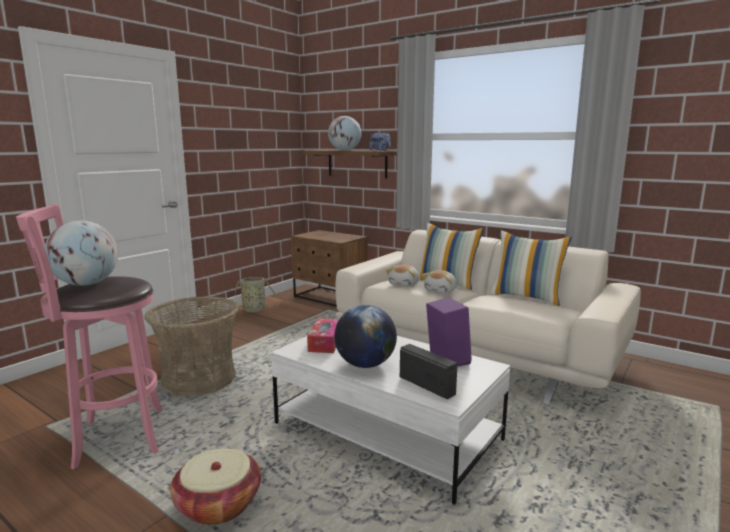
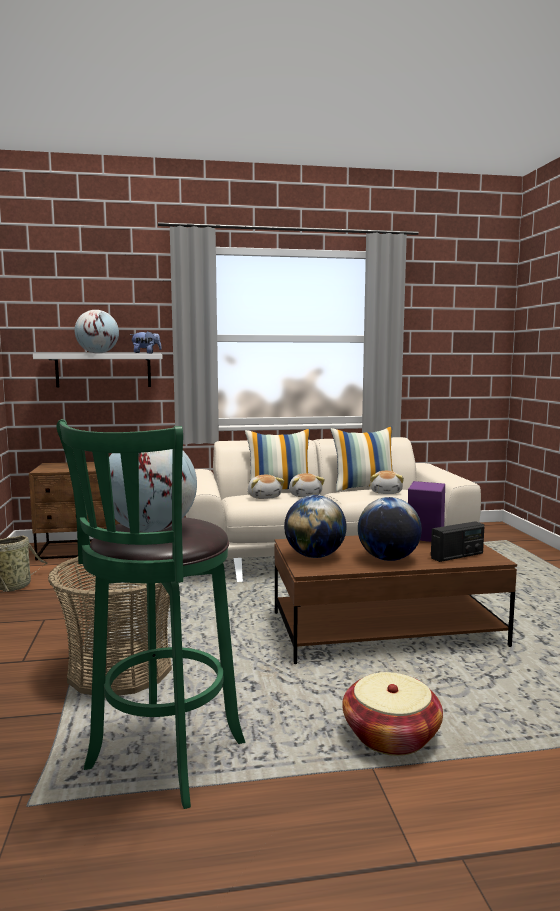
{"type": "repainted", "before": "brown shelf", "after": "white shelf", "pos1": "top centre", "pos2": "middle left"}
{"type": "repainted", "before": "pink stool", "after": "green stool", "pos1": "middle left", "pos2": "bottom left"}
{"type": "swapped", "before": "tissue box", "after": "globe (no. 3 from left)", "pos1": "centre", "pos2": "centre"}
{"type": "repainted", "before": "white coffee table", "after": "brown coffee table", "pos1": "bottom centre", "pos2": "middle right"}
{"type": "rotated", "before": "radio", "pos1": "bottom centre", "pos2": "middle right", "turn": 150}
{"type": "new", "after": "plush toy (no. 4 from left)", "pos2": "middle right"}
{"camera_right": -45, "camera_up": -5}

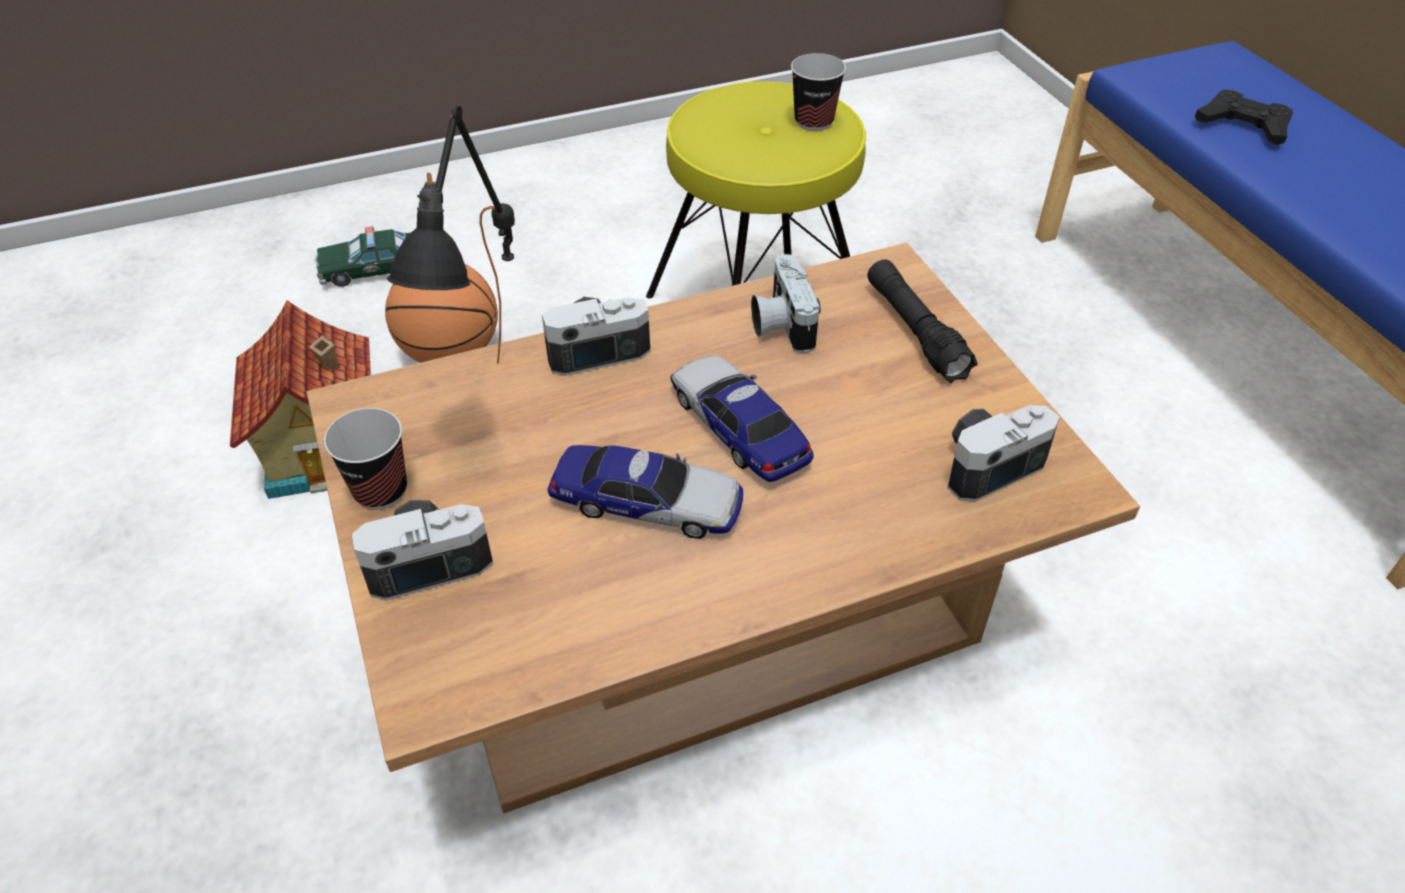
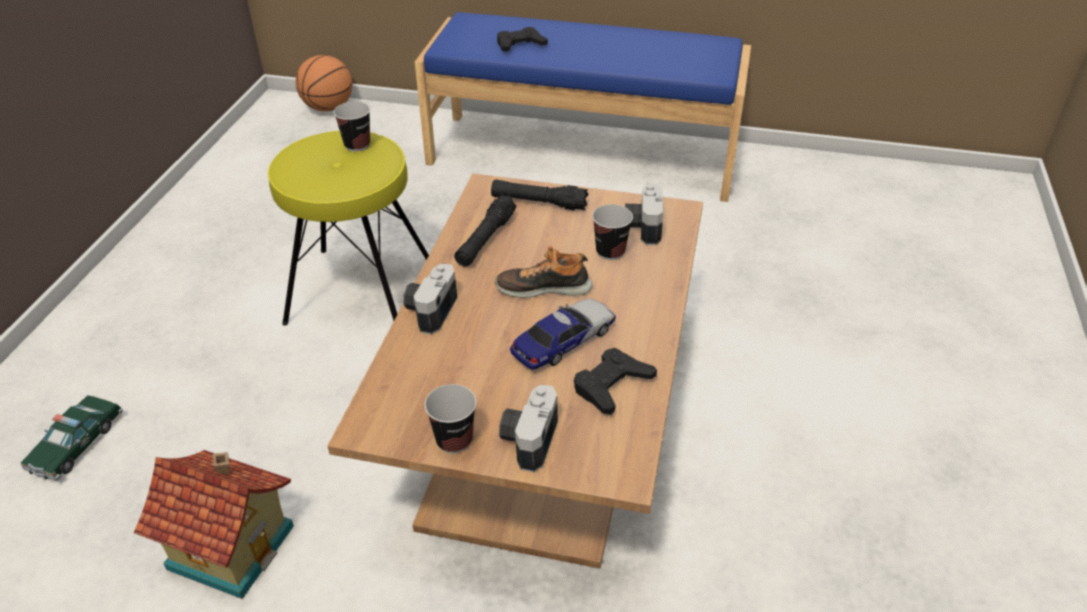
{"type": "gone", "before": "black table lamp", "pos1": "top left"}
{"type": "swapped", "before": "photo camera (no. 3 from left)", "after": "black flashlight (no. 1 from left)", "pos1": "centre", "pos2": "centre"}
{"type": "shifted", "before": "basketball", "pos1": "middle left", "pos2": "top left"}
{"type": "swapped", "before": "toy car (no. 3 from left)", "after": "shoe", "pos1": "centre", "pos2": "centre"}
{"type": "new", "after": "cup (no. 3 from left)", "pos2": "centre"}
{"type": "new", "after": "black game controller (no. 2 from left)", "pos2": "centre"}
{"camera_right": -55, "camera_up": -5}

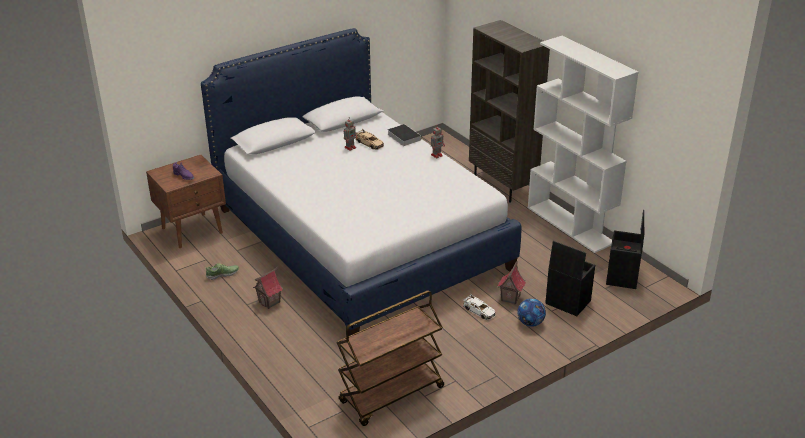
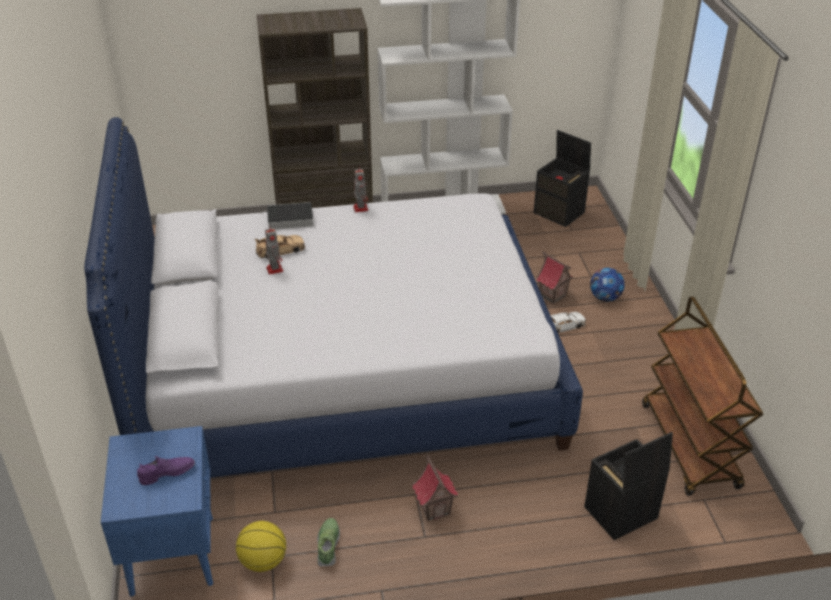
{"type": "repainted", "before": "brown nightstand", "after": "blue nightstand", "pos1": "middle left", "pos2": "bottom left"}
{"type": "shifted", "before": "black storage box (no. 1 from left in the first image)", "after": "black storage box (no. 2 from left)", "pos1": "middle right", "pos2": "bottom right"}
{"type": "new", "after": "basketball", "pos2": "bottom left"}
{"camera_right": -65, "camera_up": 5}

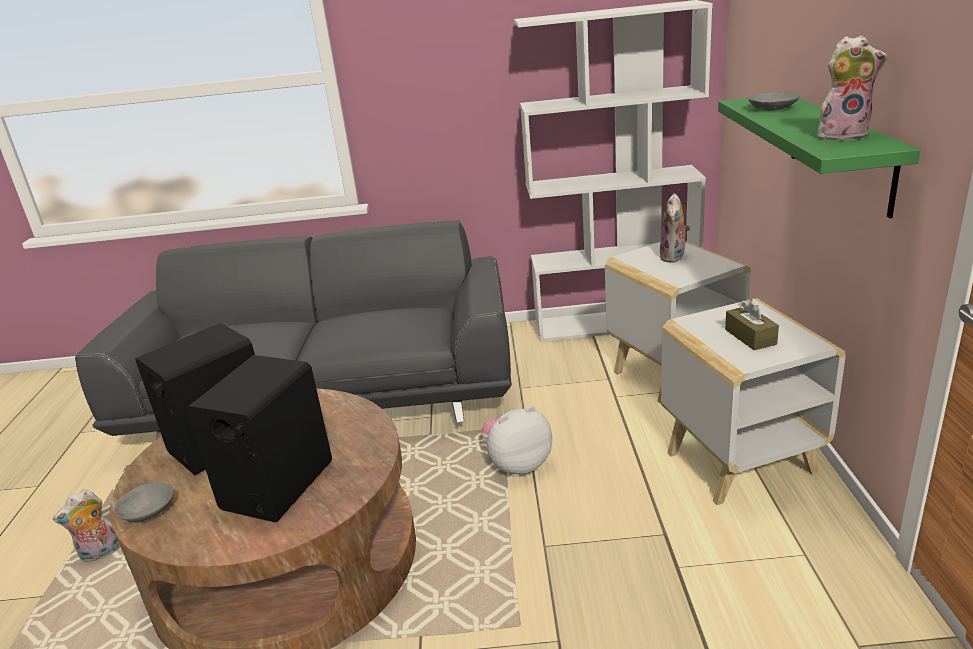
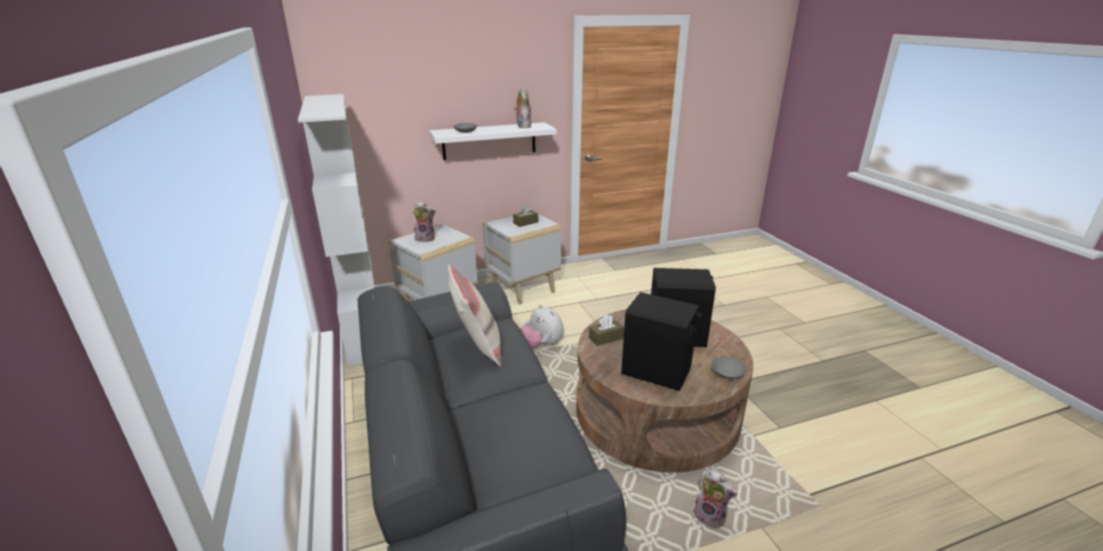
{"type": "repainted", "before": "green shelf", "after": "white shelf", "pos1": "top right", "pos2": "top centre"}
{"type": "new", "after": "beige pillow", "pos2": "centre"}
{"type": "new", "after": "brown tissue box (no. 2 from left)", "pos2": "centre"}
{"camera_right": -110, "camera_up": 0}

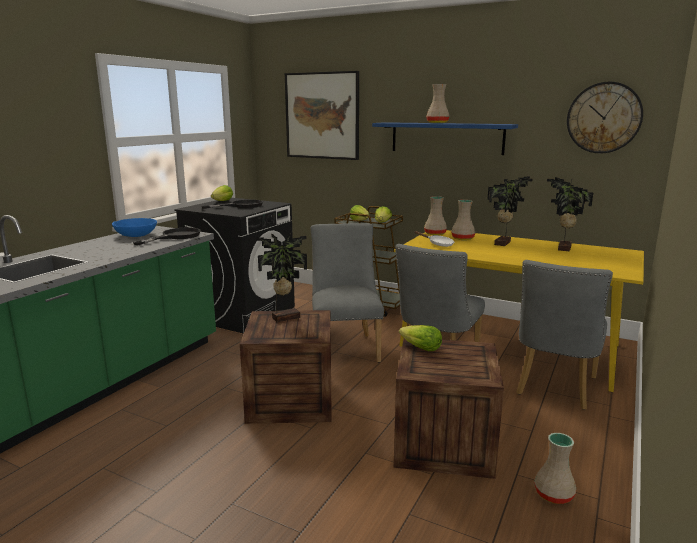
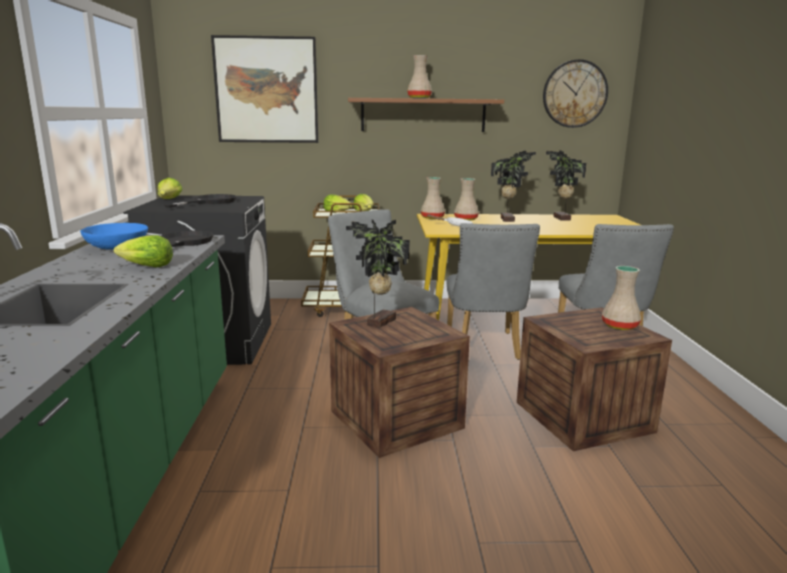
{"type": "repainted", "before": "blue shelf", "after": "brown shelf", "pos1": "top centre", "pos2": "top centre"}
{"type": "shifted", "before": "lettuce (no. 4 from left in the first image)", "after": "lettuce (no. 1 from left)", "pos1": "centre", "pos2": "middle left"}
{"type": "shifted", "before": "beige vase (no. 4 from left)", "pos1": "bottom right", "pos2": "middle right"}
{"camera_right": -30, "camera_up": 0}

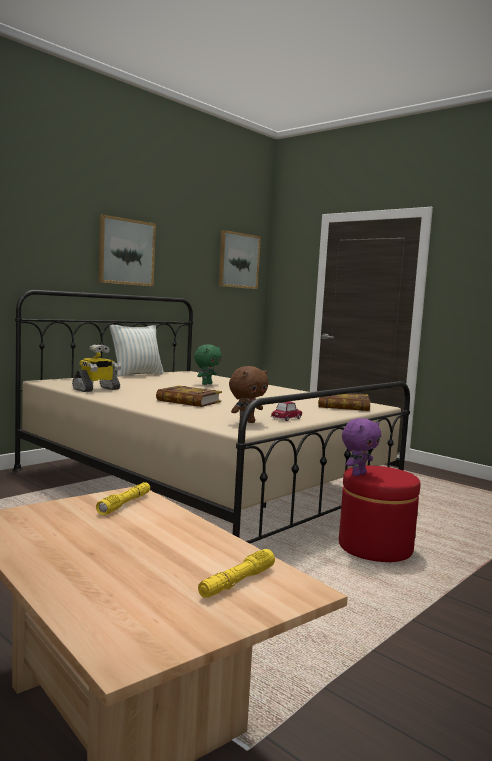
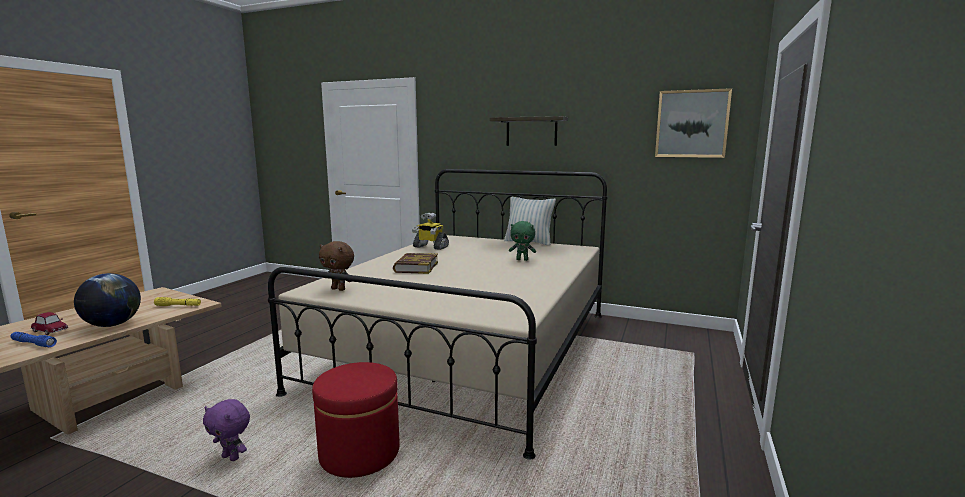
{"type": "swapped", "before": "picture (no. 1 from left)", "after": "shelf", "pos1": "top left", "pos2": "top centre"}
{"type": "gone", "before": "book (no. 2 from left)", "pos1": "middle right"}
{"type": "shifted", "before": "toy car", "pos1": "centre", "pos2": "middle left"}
{"type": "shifted", "before": "purple plush toy", "pos1": "middle right", "pos2": "bottom left"}
{"type": "repainted", "before": "yellow flashlight (no. 2 from left)", "after": "blue flashlight", "pos1": "bottom centre", "pos2": "bottom left"}
{"type": "new", "after": "globe", "pos2": "middle left"}
{"camera_right": 70, "camera_up": 5}

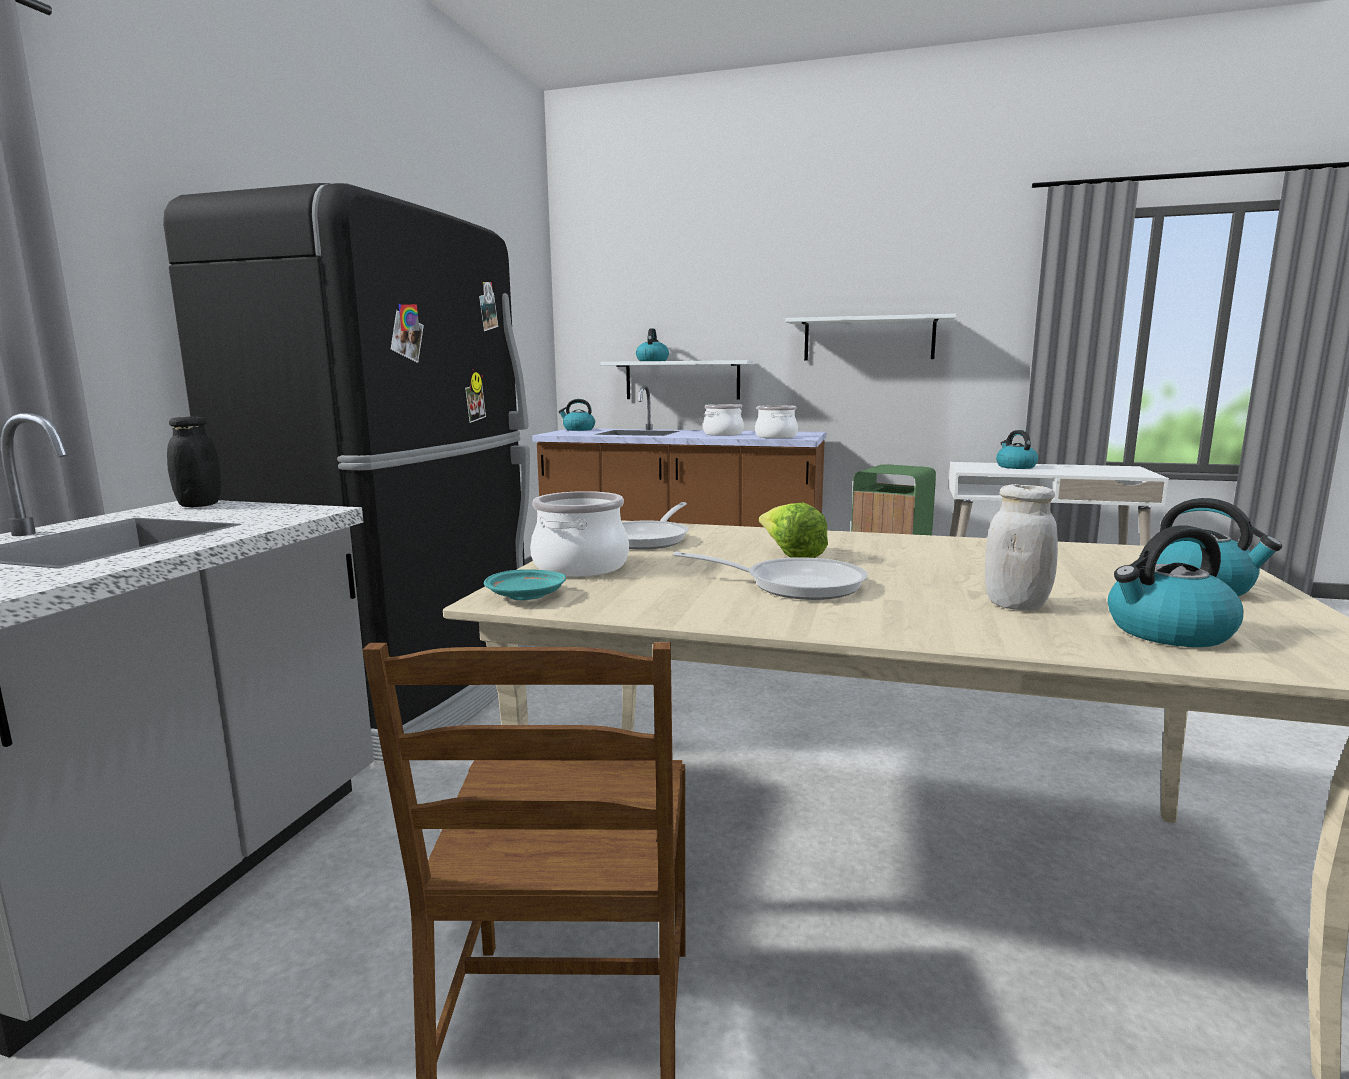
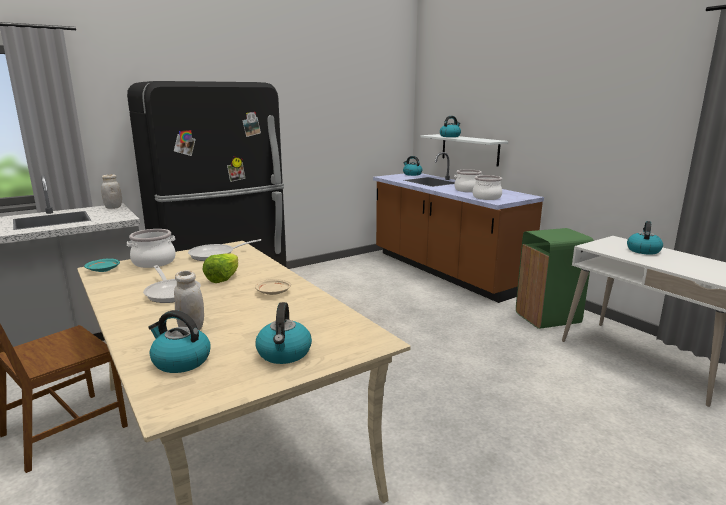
{"type": "gone", "before": "white shelf (no. 2 from left)", "pos1": "top centre"}
{"type": "repainted", "before": "black jar", "after": "white jar (no. 1 from left)", "pos1": "middle left", "pos2": "middle left"}
{"type": "new", "after": "beige plate", "pos2": "centre"}
{"camera_right": 40, "camera_up": 5}

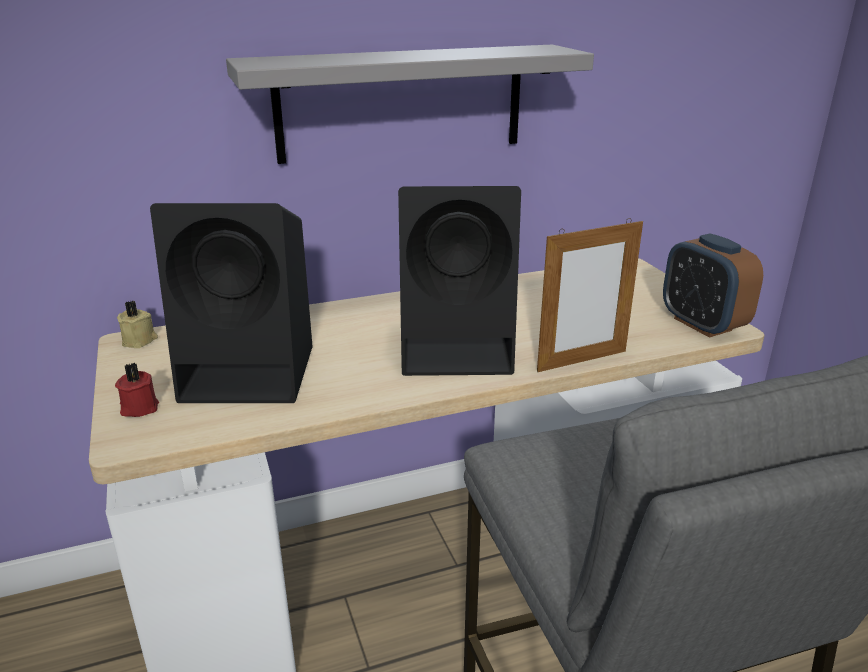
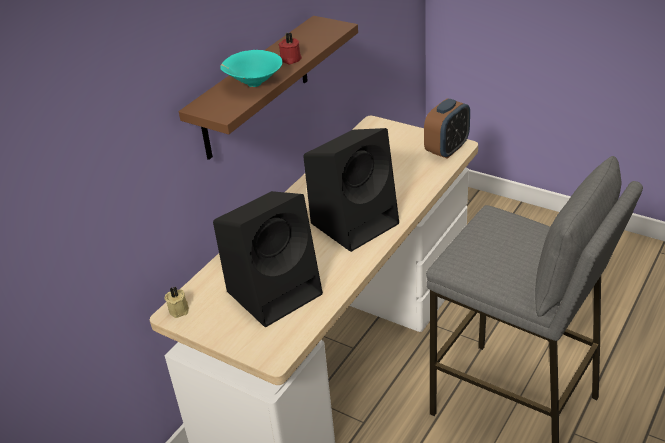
{"type": "repainted", "before": "grey shelf", "after": "brown shelf", "pos1": "top centre", "pos2": "top centre"}
{"type": "gone", "before": "picture frame", "pos1": "middle right"}
{"type": "rotated", "before": "alarm clock", "pos1": "middle right", "pos2": "top right", "turn": -75}
{"type": "shifted", "before": "red candle", "pos1": "middle left", "pos2": "top centre"}
{"type": "new", "after": "turquoise bowl", "pos2": "top centre"}
{"camera_right": -35, "camera_up": 10}

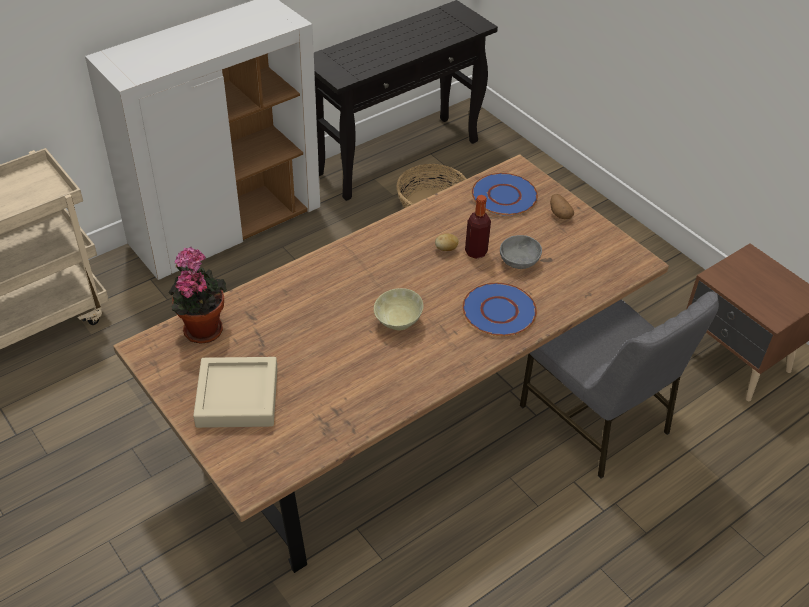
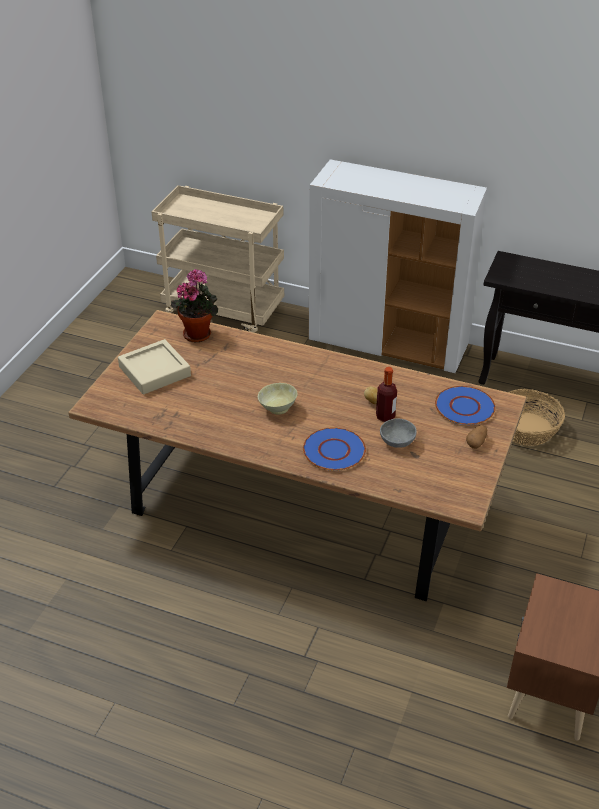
{"type": "gone", "before": "grey chair", "pos1": "middle right"}
{"camera_right": 60, "camera_up": -5}

